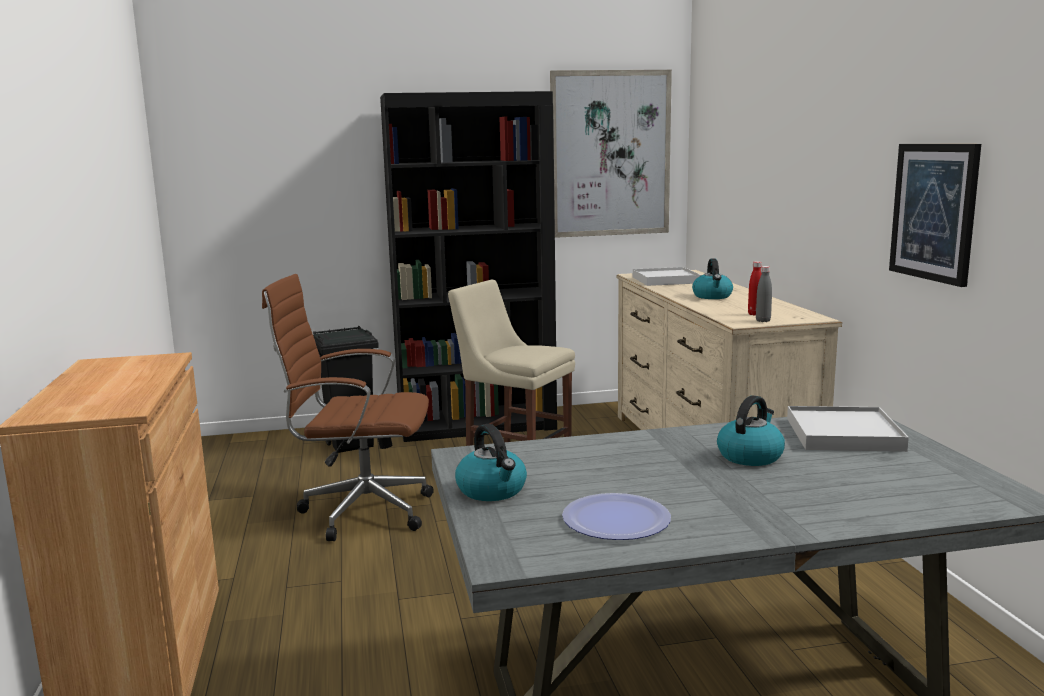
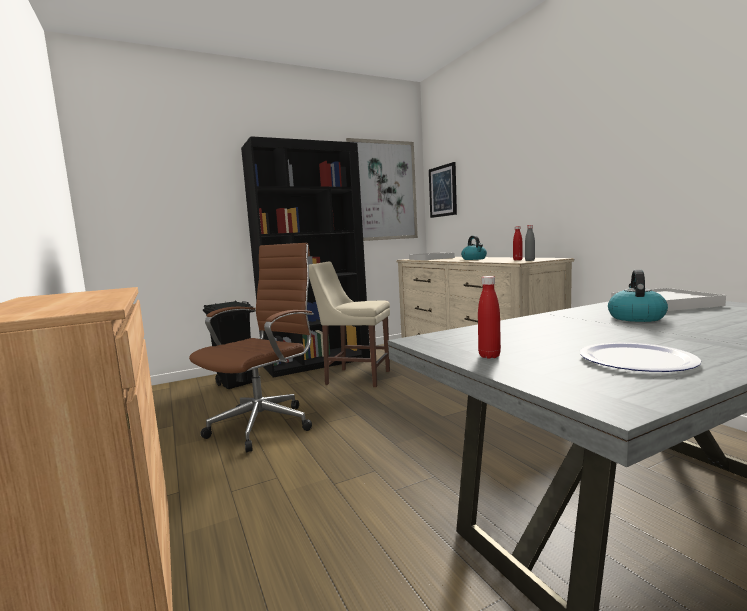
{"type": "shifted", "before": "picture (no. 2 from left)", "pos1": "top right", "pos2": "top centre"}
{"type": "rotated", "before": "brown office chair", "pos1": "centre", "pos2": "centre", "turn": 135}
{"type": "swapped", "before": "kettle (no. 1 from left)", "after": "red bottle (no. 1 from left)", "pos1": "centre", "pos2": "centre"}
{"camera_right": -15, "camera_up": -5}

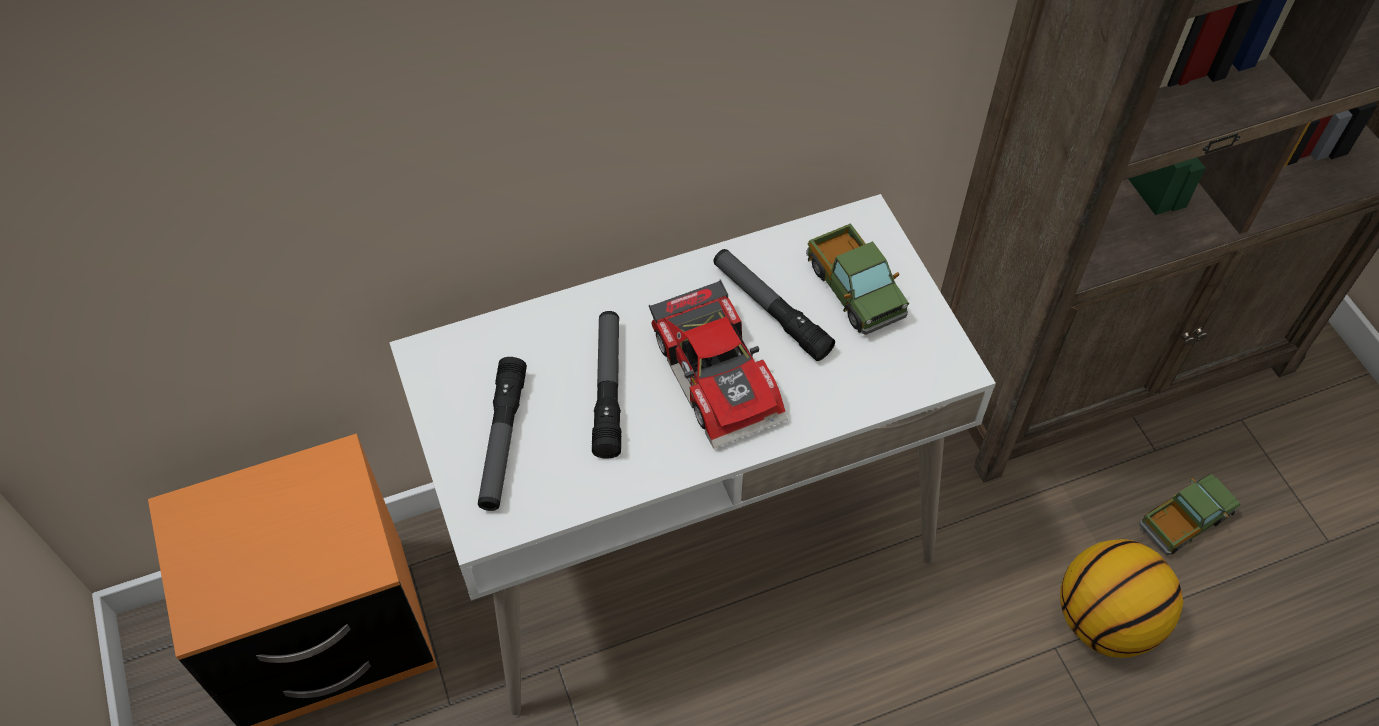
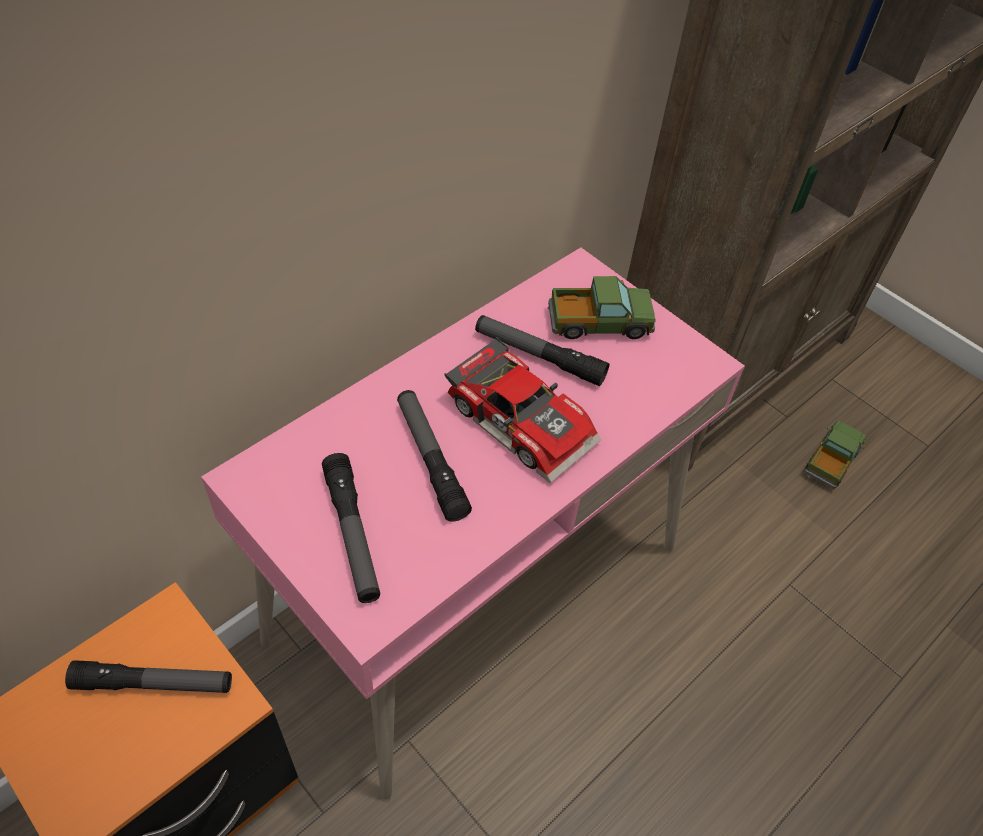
{"type": "repainted", "before": "white desk", "after": "pink desk", "pos1": "centre", "pos2": "centre"}
{"type": "rotated", "before": "toy truck (no. 1 from left)", "pos1": "centre", "pos2": "centre", "turn": -45}
{"type": "gone", "before": "basketball", "pos1": "bottom right"}
{"type": "new", "after": "flashlight (no. 1 from left)", "pos2": "bottom left"}
{"camera_right": -25, "camera_up": -5}

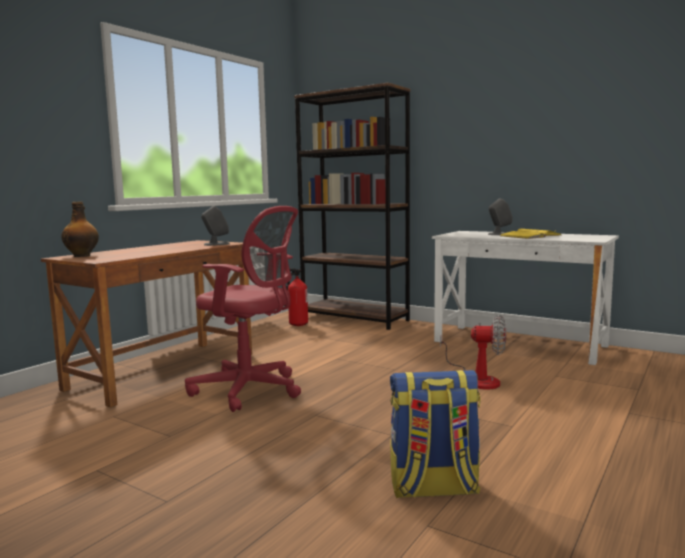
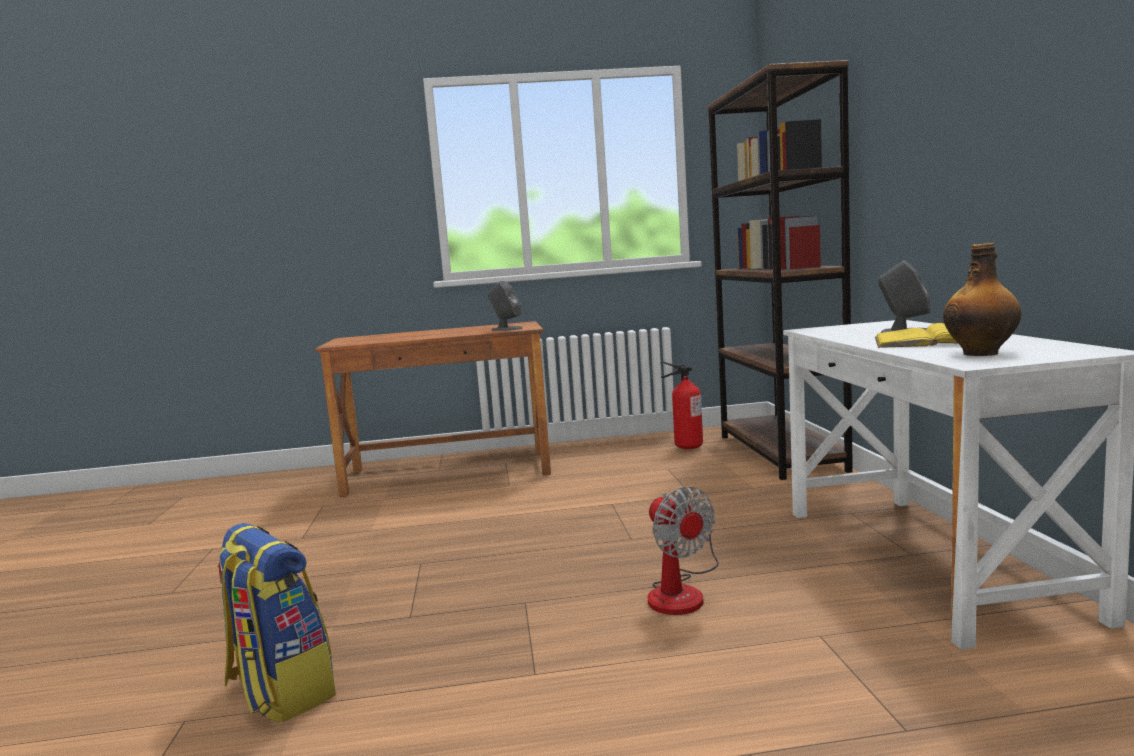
{"type": "shifted", "before": "bottle", "pos1": "middle left", "pos2": "middle right"}
{"type": "gone", "before": "red office chair", "pos1": "centre"}
{"camera_right": 50, "camera_up": 0}

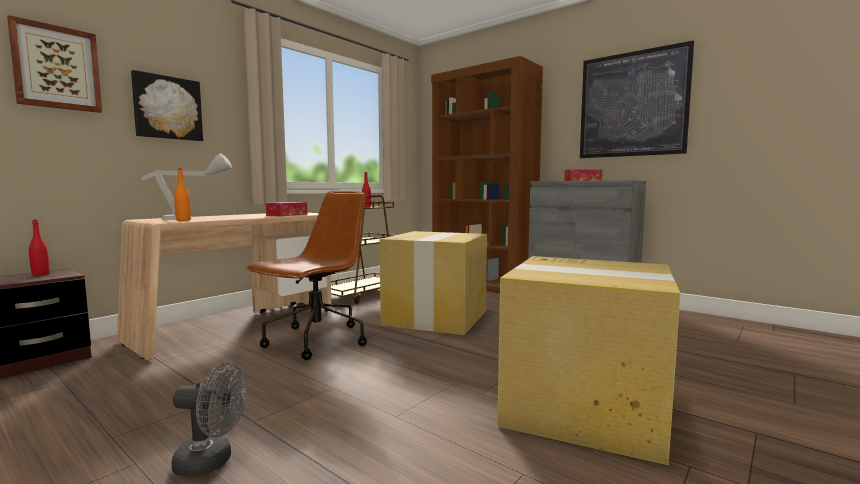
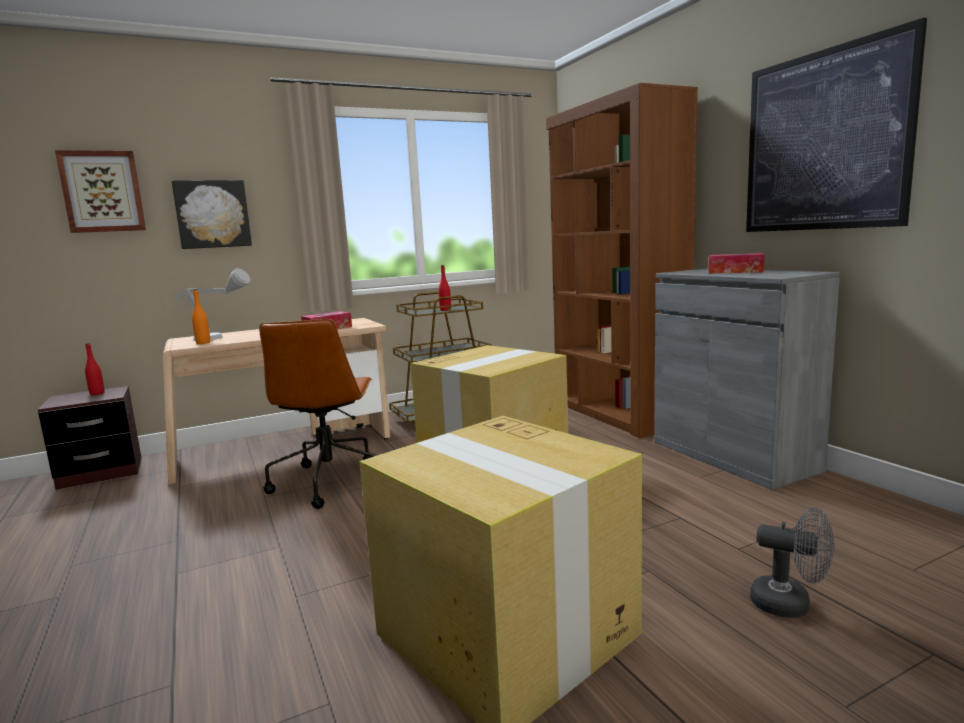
{"type": "rotated", "before": "brown office chair", "pos1": "centre", "pos2": "middle left", "turn": 120}
{"type": "shifted", "before": "grey fan", "pos1": "bottom left", "pos2": "bottom right"}
{"camera_right": 25, "camera_up": 5}

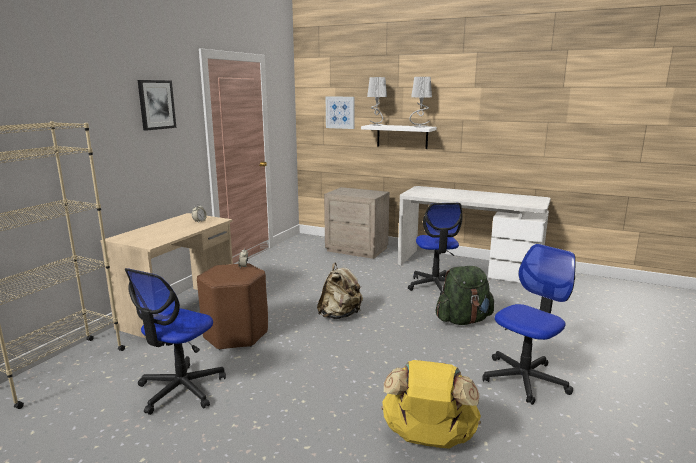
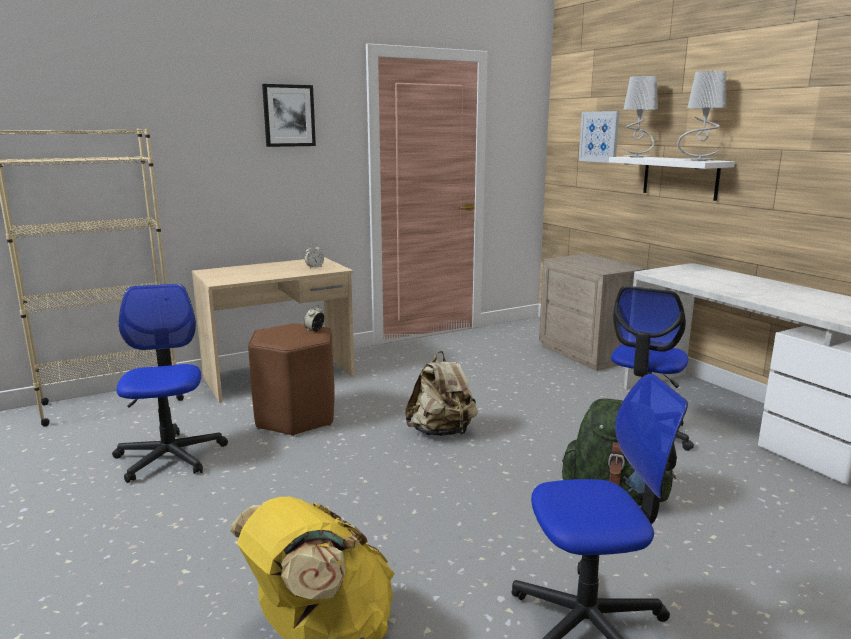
{"type": "rotated", "before": "office chair (no. 1 from left)", "pos1": "bottom left", "pos2": "middle left", "turn": 105}
{"camera_right": 35, "camera_up": 0}

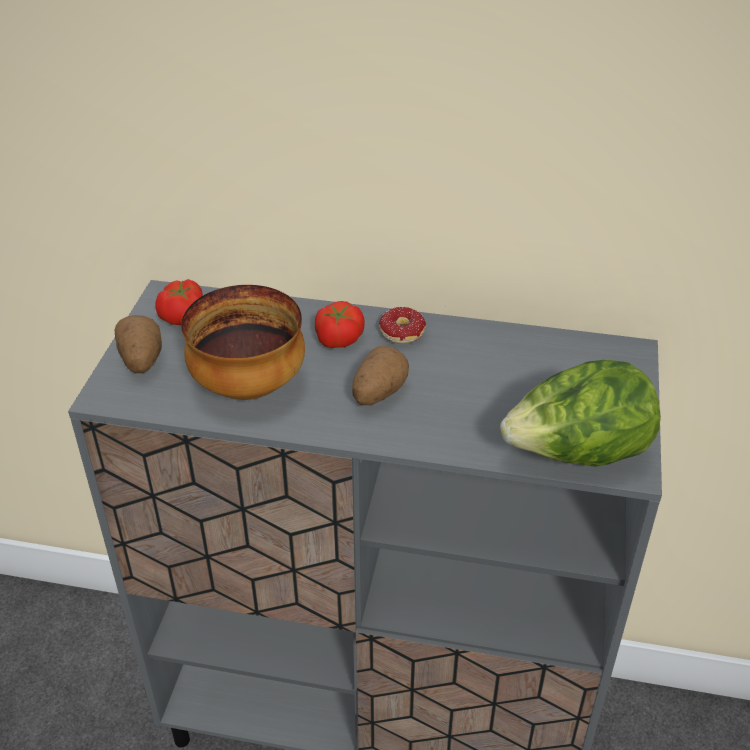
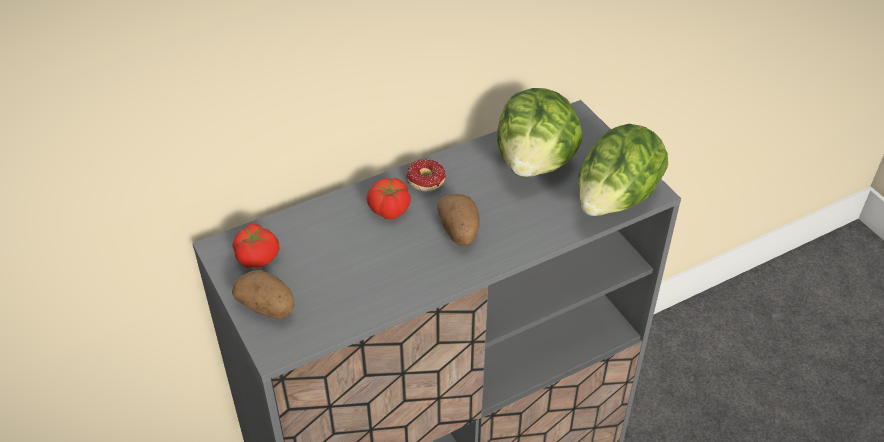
{"type": "gone", "before": "bowl", "pos1": "middle left"}
{"type": "new", "after": "lettuce (no. 1 from left)", "pos2": "top centre"}
{"camera_right": -40, "camera_up": 5}

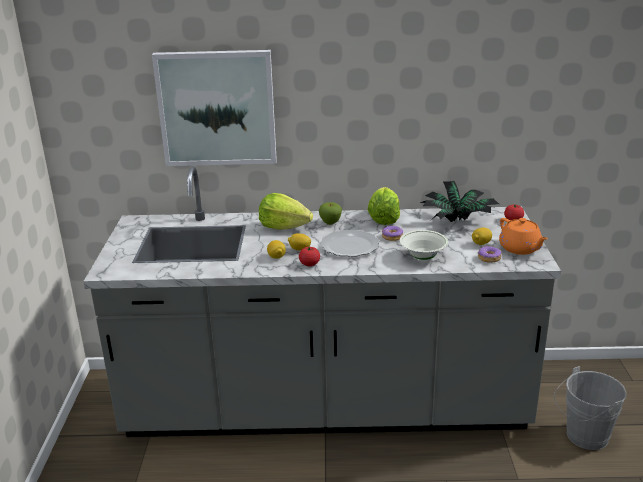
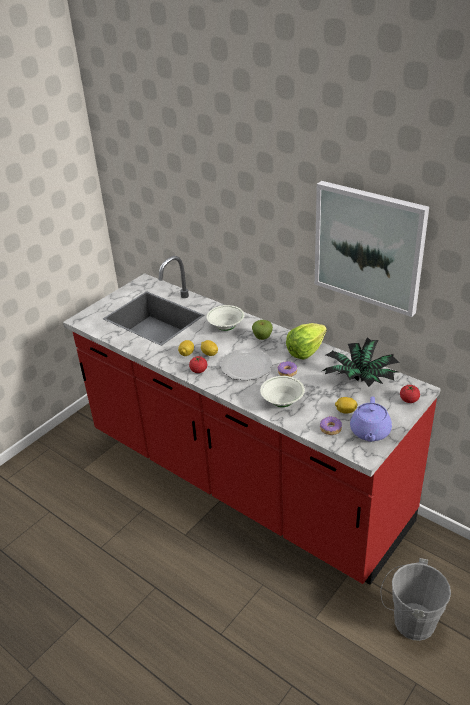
{"type": "shifted", "before": "picture", "pos1": "top left", "pos2": "middle right"}
{"type": "repainted", "before": "grey counter", "after": "red counter", "pos1": "centre", "pos2": "centre"}
{"type": "swapped", "before": "lettuce (no. 1 from left)", "after": "white bowl (no. 1 from left)", "pos1": "centre", "pos2": "centre"}
{"type": "repainted", "before": "orange teapot", "after": "purple teapot", "pos1": "middle right", "pos2": "middle right"}
{"camera_right": 40, "camera_up": 10}

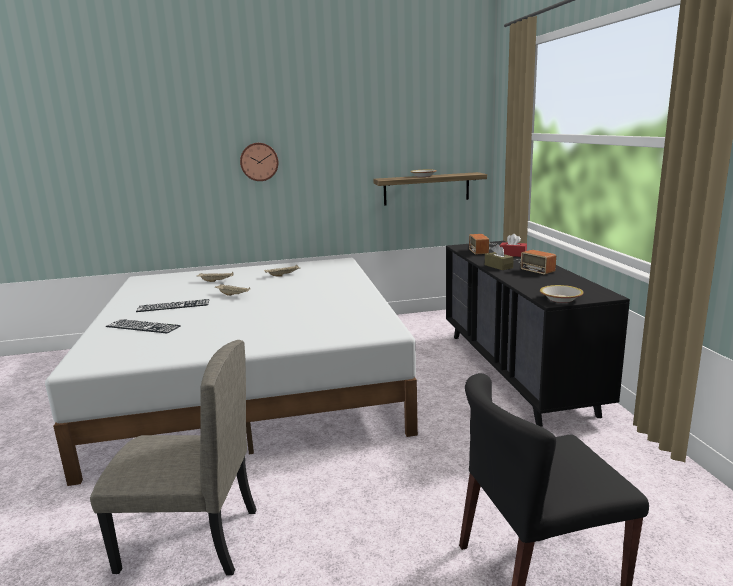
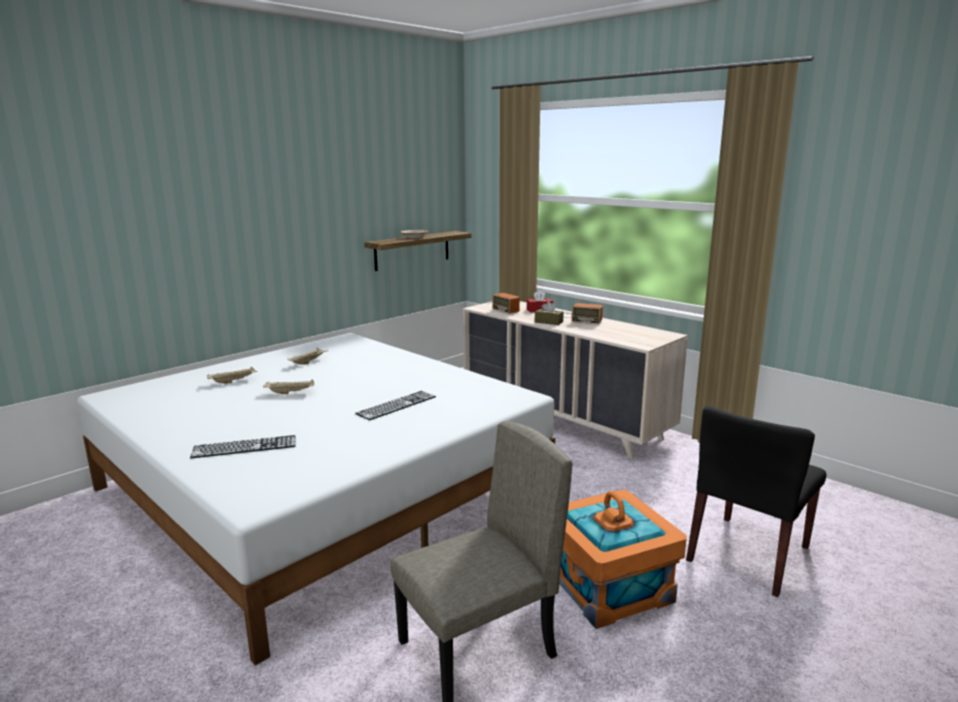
{"type": "gone", "before": "wall clock", "pos1": "top centre"}
{"type": "repainted", "before": "black dresser", "after": "beige dresser", "pos1": "middle right", "pos2": "centre"}
{"type": "gone", "before": "bowl (no. 2 from left)", "pos1": "middle right"}
{"type": "shifted", "before": "keyboard (no. 2 from left)", "pos1": "middle left", "pos2": "centre"}
{"type": "new", "after": "orange storage box", "pos2": "bottom centre"}
{"camera_right": -35, "camera_up": 0}

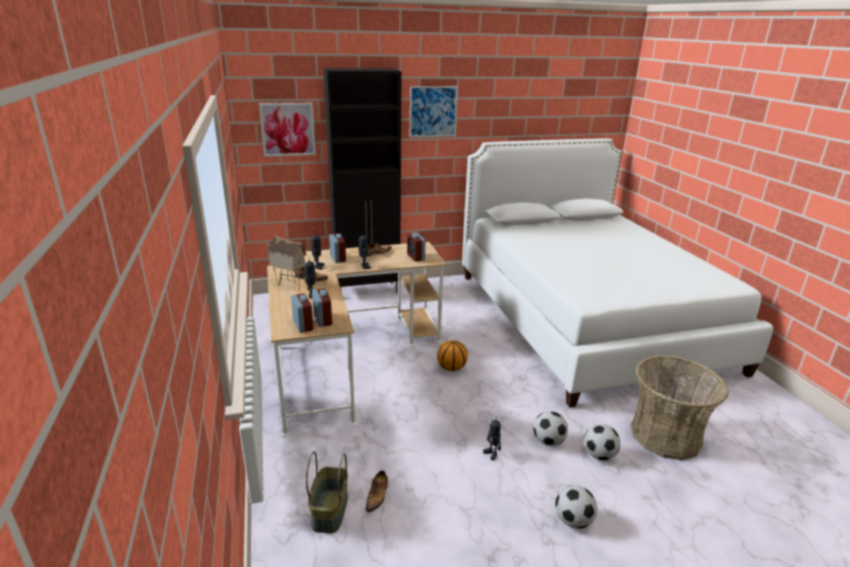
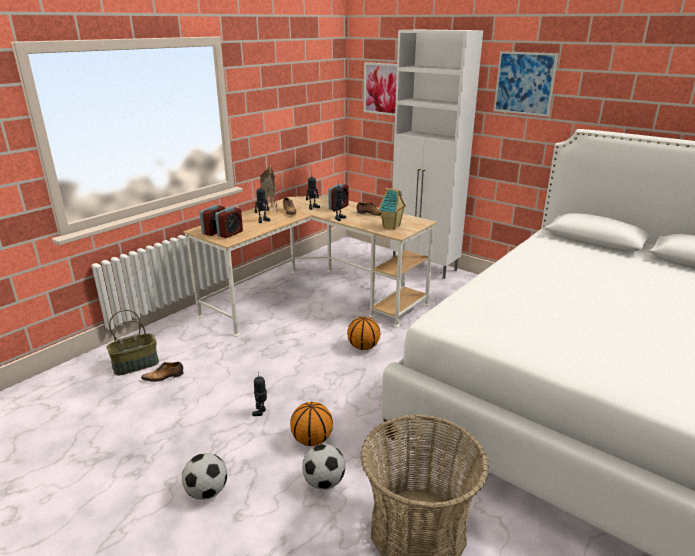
{"type": "repainted", "before": "black cabinet", "after": "white cabinet", "pos1": "top centre", "pos2": "top centre"}
{"type": "swapped", "before": "alarm clock (no. 4 from left)", "after": "toy house (no. 2 from left)", "pos1": "centre", "pos2": "centre"}
{"type": "swapped", "before": "football (no. 1 from left)", "after": "basketball (no. 1 from left)", "pos1": "bottom centre", "pos2": "bottom centre"}
{"camera_right": 55, "camera_up": 0}

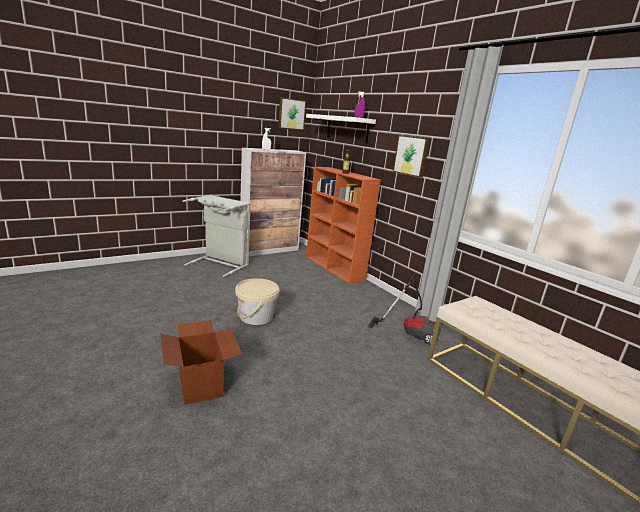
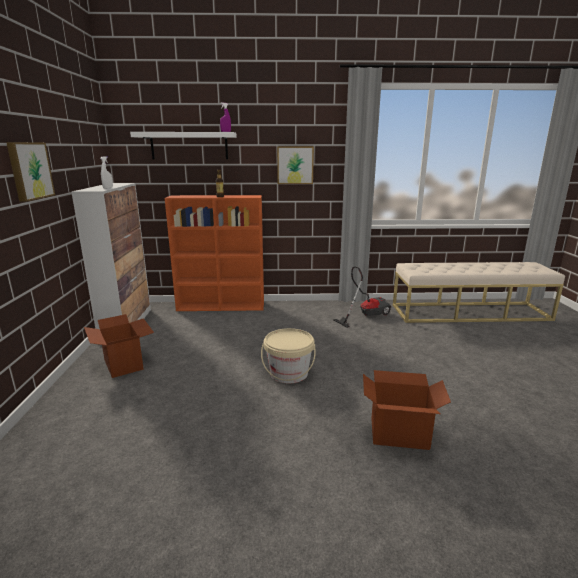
{"type": "shifted", "before": "picture (no. 1 from left)", "pos1": "top centre", "pos2": "top left"}
{"type": "swapped", "before": "grey laundry basket", "after": "cardboard box (no. 1 from left)", "pos1": "centre", "pos2": "middle left"}
{"camera_right": -55, "camera_up": 0}

